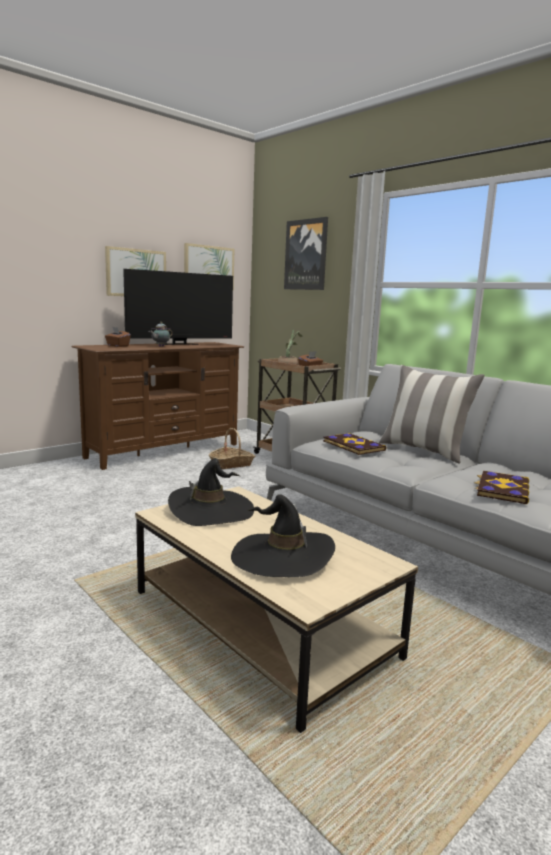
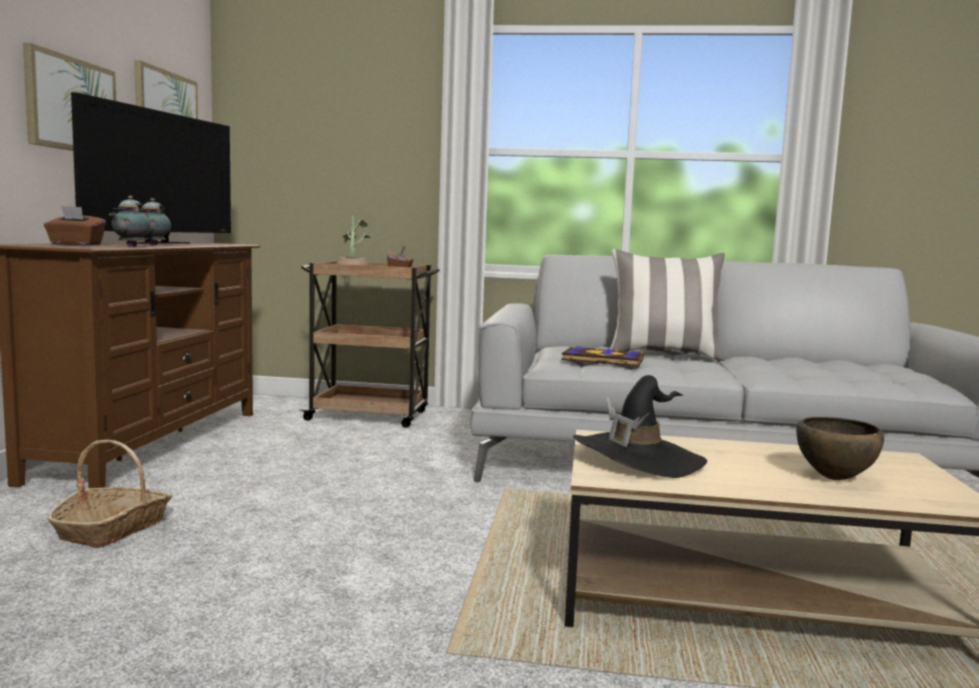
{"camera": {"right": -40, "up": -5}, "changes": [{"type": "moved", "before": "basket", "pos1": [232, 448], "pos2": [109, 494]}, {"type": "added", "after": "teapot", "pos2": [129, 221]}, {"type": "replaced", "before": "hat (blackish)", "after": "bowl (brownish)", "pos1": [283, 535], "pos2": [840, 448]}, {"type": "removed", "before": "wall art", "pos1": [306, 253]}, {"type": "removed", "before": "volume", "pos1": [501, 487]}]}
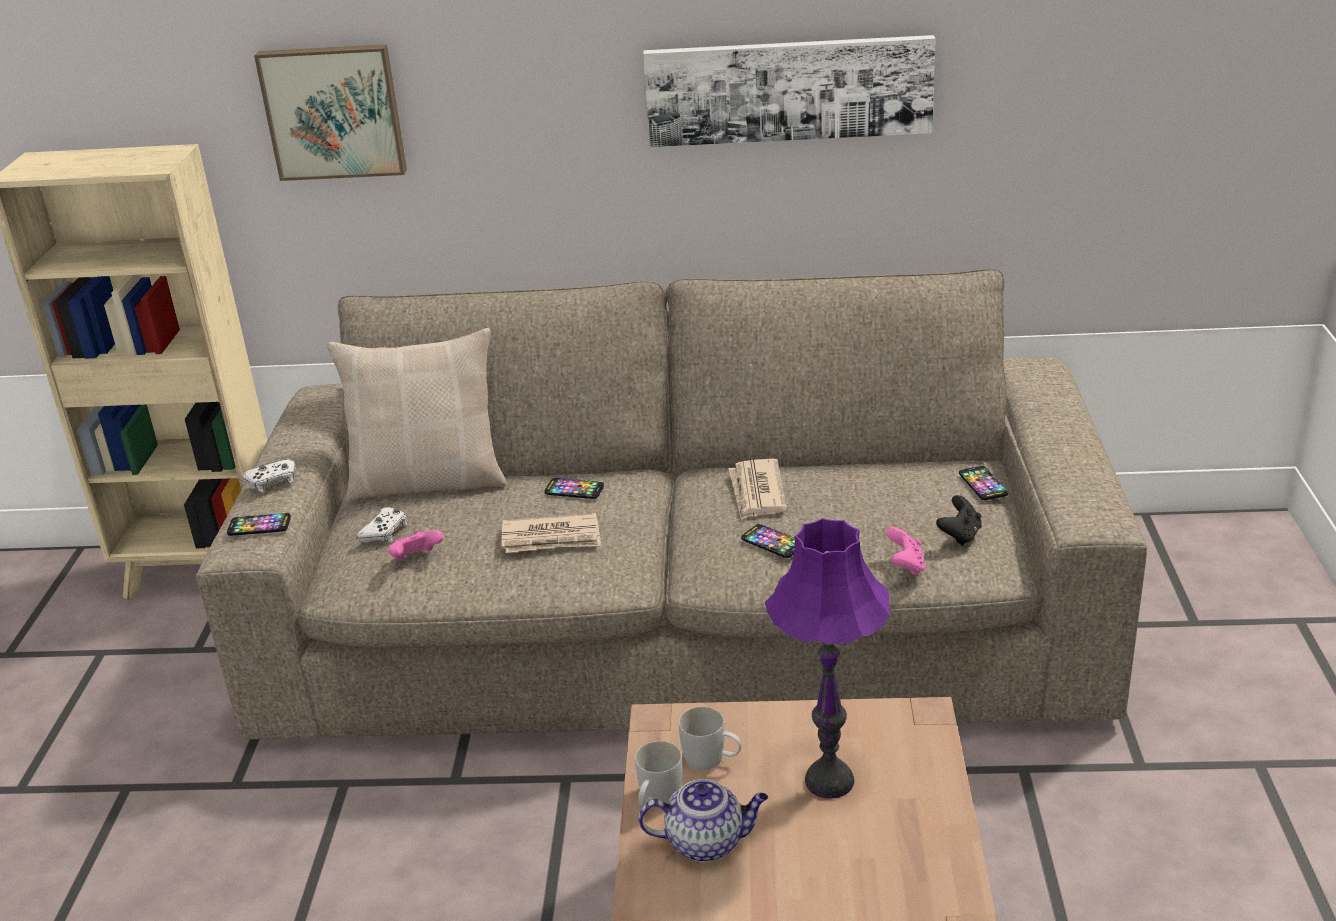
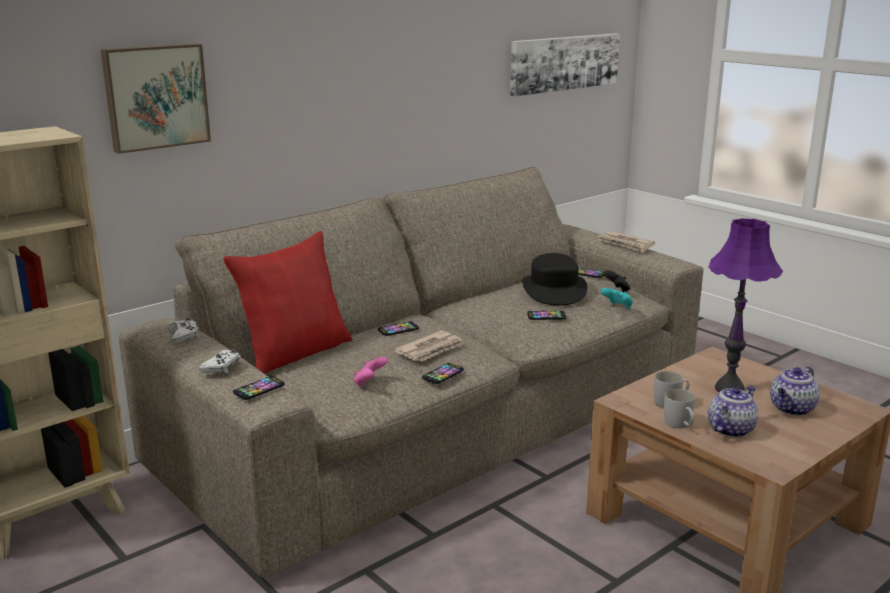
{"camera": {"right": -45, "up": -10}, "changes": [{"type": "moved", "before": "gamepad (white-coloured)", "pos1": [382, 524], "pos2": [183, 330]}, {"type": "recoloured", "before": "cushion (sand-coloured)", "after": "cushion (red-coloured)", "pos1": [416, 414], "pos2": [287, 302]}, {"type": "added", "after": "telephone", "pos2": [443, 373]}, {"type": "moved", "before": "wall art", "pos1": [789, 91], "pos2": [565, 64]}, {"type": "added", "after": "hat (blackish)", "pos2": [555, 279]}, {"type": "moved", "before": "newspaper", "pos1": [757, 489], "pos2": [626, 241]}, {"type": "recoloured", "before": "gamepad (pinkish)", "after": "gamepad (blue-green)", "pos1": [906, 551], "pos2": [616, 298]}, {"type": "added", "after": "teapot", "pos2": [795, 391]}]}
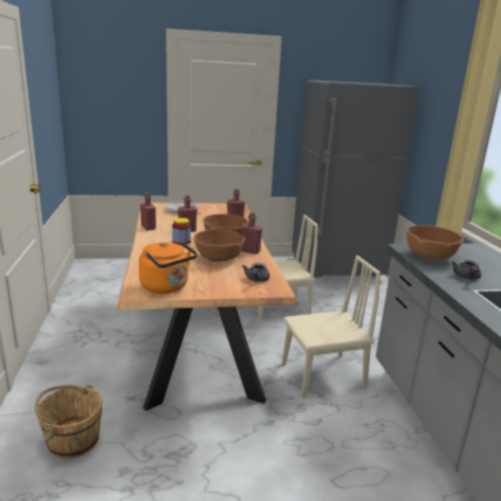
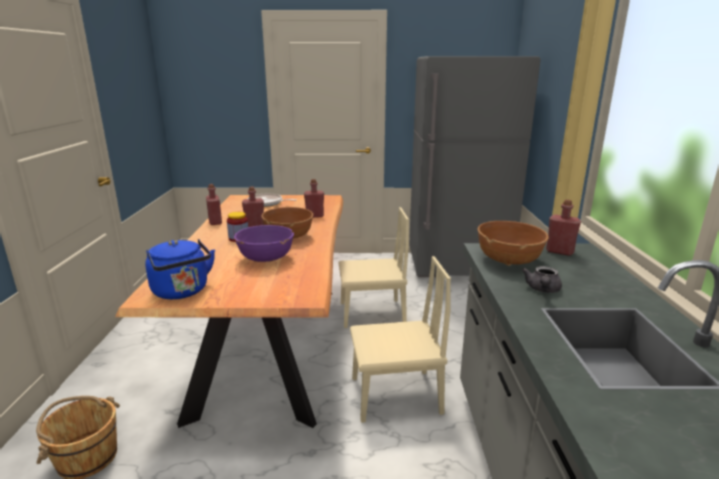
{"camera": {"right": 10, "up": 0}, "changes": [{"type": "recoloured", "before": "kettle (orangey)", "after": "kettle (blue)", "pos1": [168, 267], "pos2": [180, 269]}, {"type": "recoloured", "before": "bowl (brownish)", "after": "bowl (purple)", "pos1": [219, 246], "pos2": [264, 243]}, {"type": "moved", "before": "bottle (red-coloured)", "pos1": [251, 233], "pos2": [563, 227]}, {"type": "removed", "before": "teapot (greyish)", "pos1": [256, 272]}]}
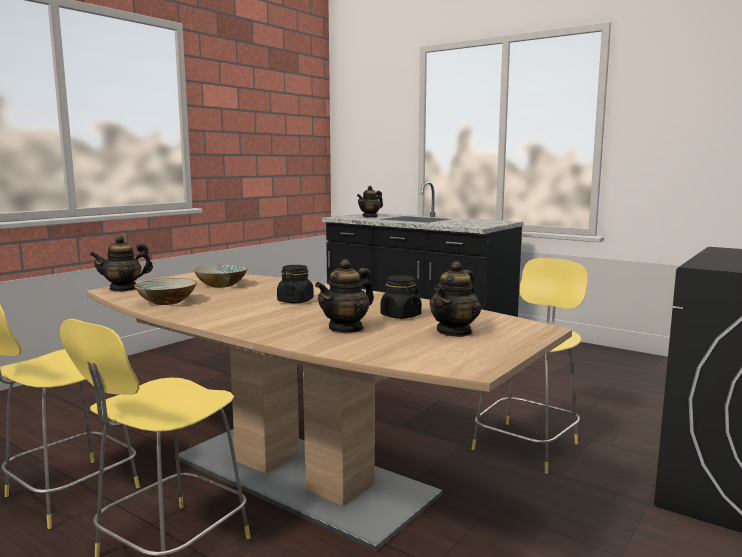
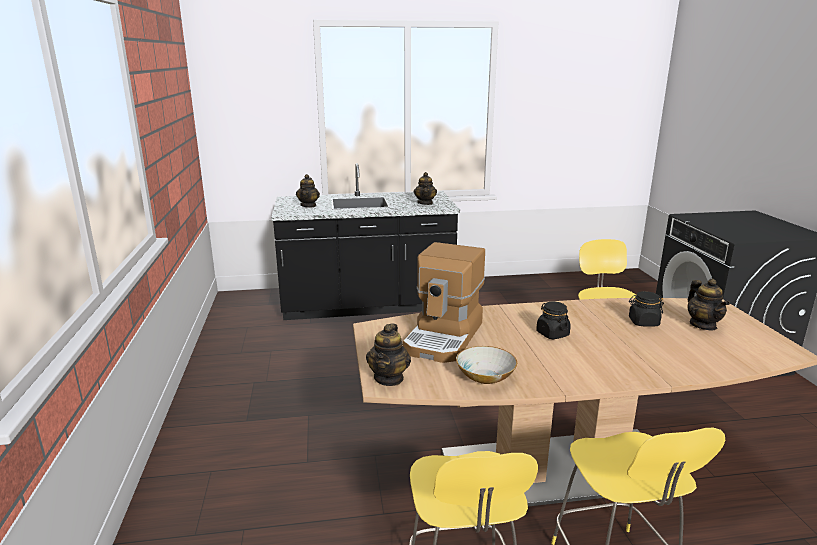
{"camera": {"right": -45, "up": 10}, "changes": [{"type": "replaced", "before": "bowl", "after": "coffee maker", "pos1": [221, 276], "pos2": [444, 302]}, {"type": "moved", "before": "teapot", "pos1": [344, 296], "pos2": [425, 188]}]}
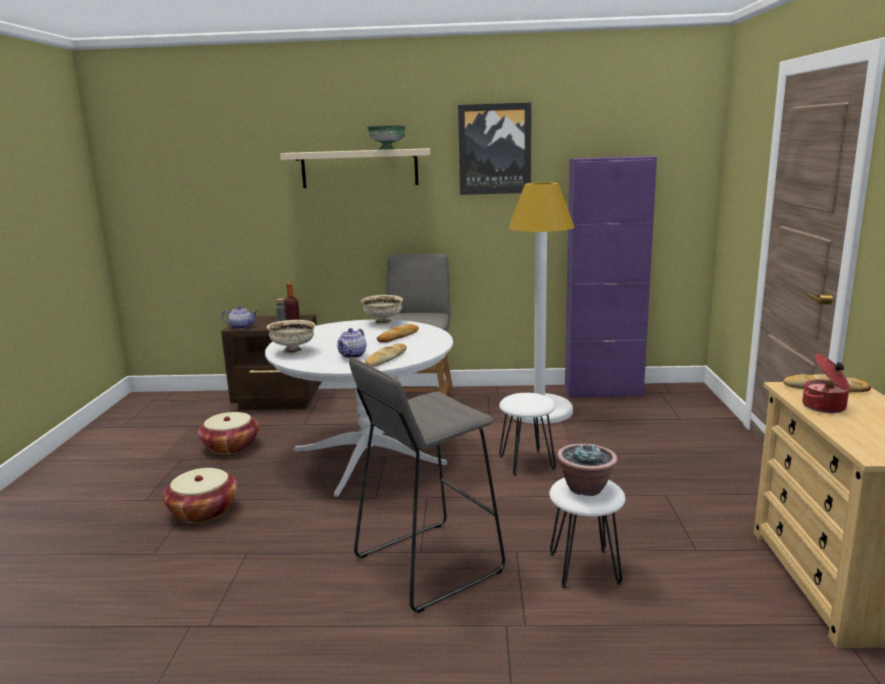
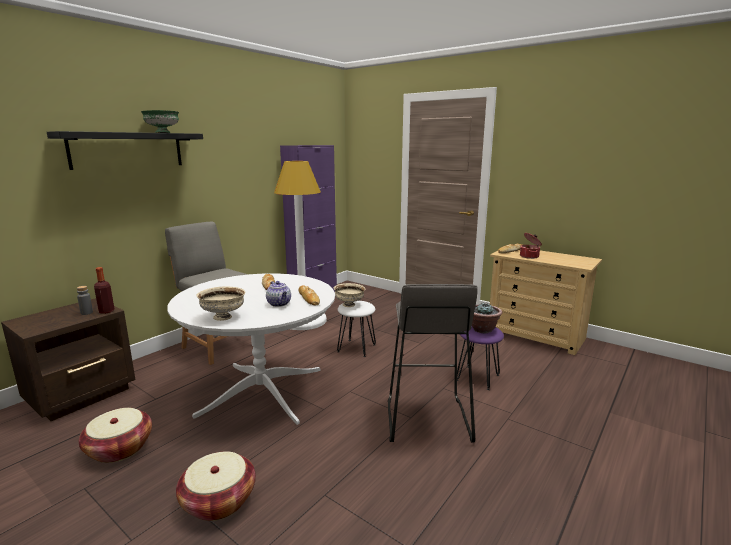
{"camera": {"right": -55, "up": 0}, "changes": [{"type": "recoloured", "before": "shelf (sand-coloured)", "after": "shelf (blackish)", "pos1": [355, 168], "pos2": [125, 150]}, {"type": "moved", "before": "bowl (sand-coloured)", "pos1": [382, 310], "pos2": [349, 295]}, {"type": "recoloured", "before": "stool (white-coloured)", "after": "stool (purple)", "pos1": [587, 533], "pos2": [480, 358]}, {"type": "removed", "before": "teapot", "pos1": [240, 317]}, {"type": "removed", "before": "wall art", "pos1": [494, 148]}]}
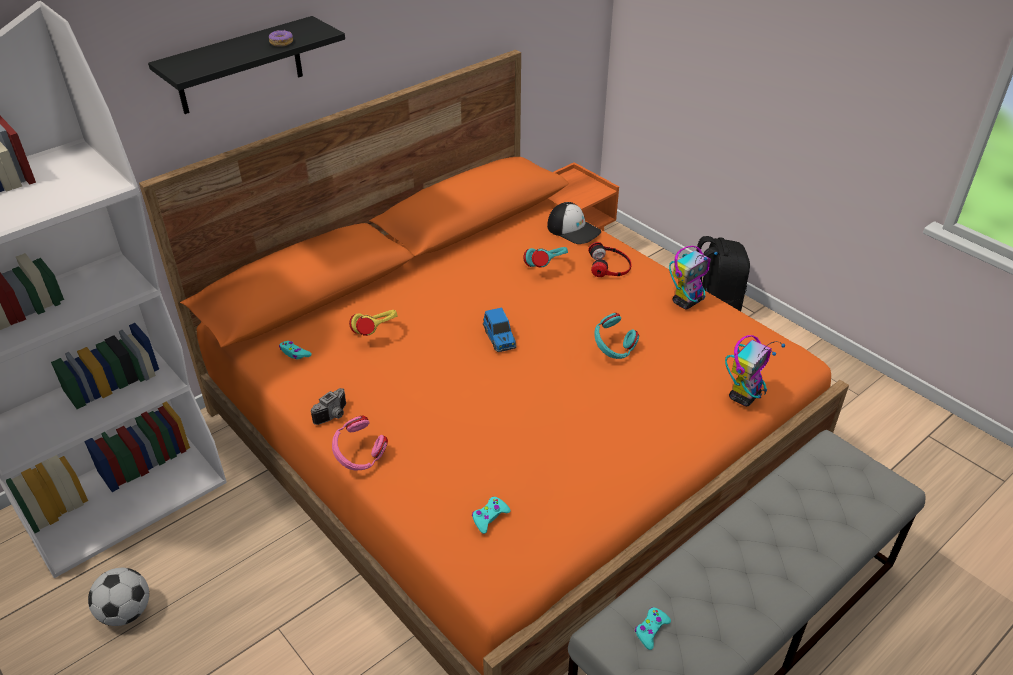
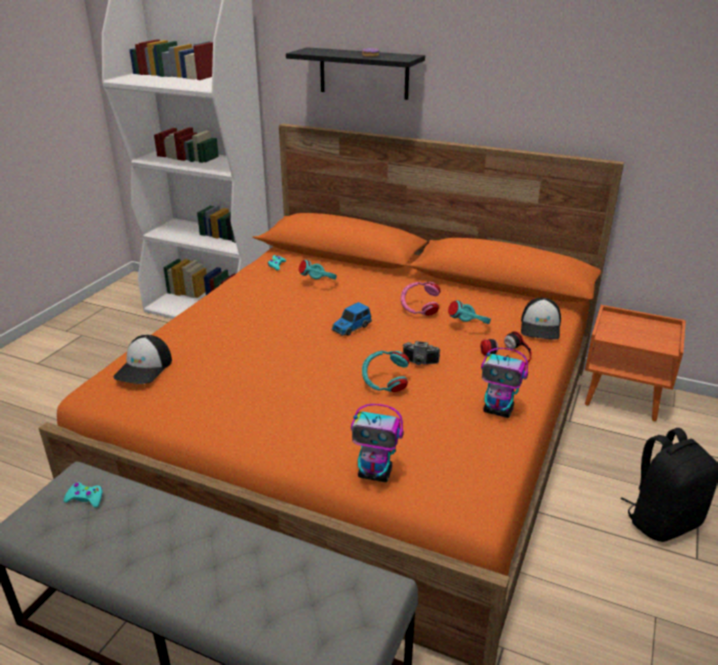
{"camera": {"right": 65, "up": -10}, "changes": [{"type": "replaced", "before": "gamepad (blue-green)", "after": "baseball cap", "pos1": [491, 515], "pos2": [143, 359]}, {"type": "recoloured", "before": "headset (yellow-coloured)", "after": "headset (blue-green)", "pos1": [373, 323], "pos2": [318, 269]}, {"type": "moved", "before": "headset (pinkish)", "pos1": [360, 443], "pos2": [420, 299]}, {"type": "moved", "before": "still camera", "pos1": [328, 406], "pos2": [421, 353]}, {"type": "removed", "before": "ball for football", "pos1": [118, 597]}]}
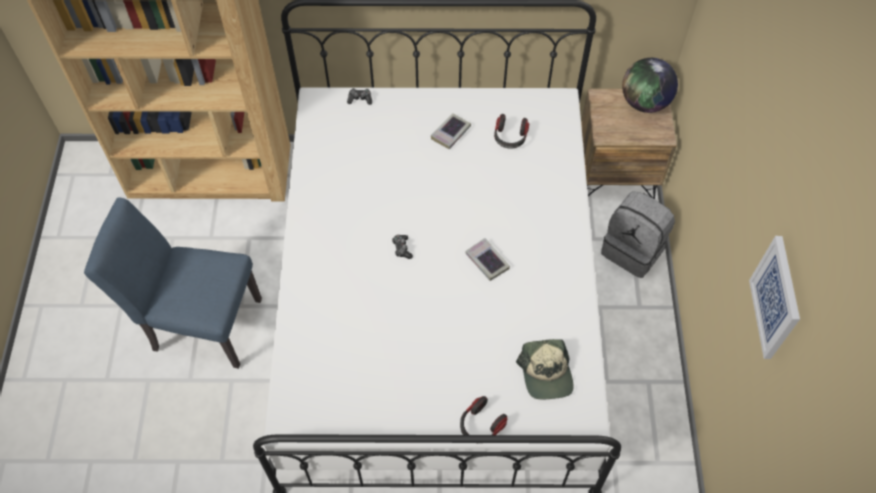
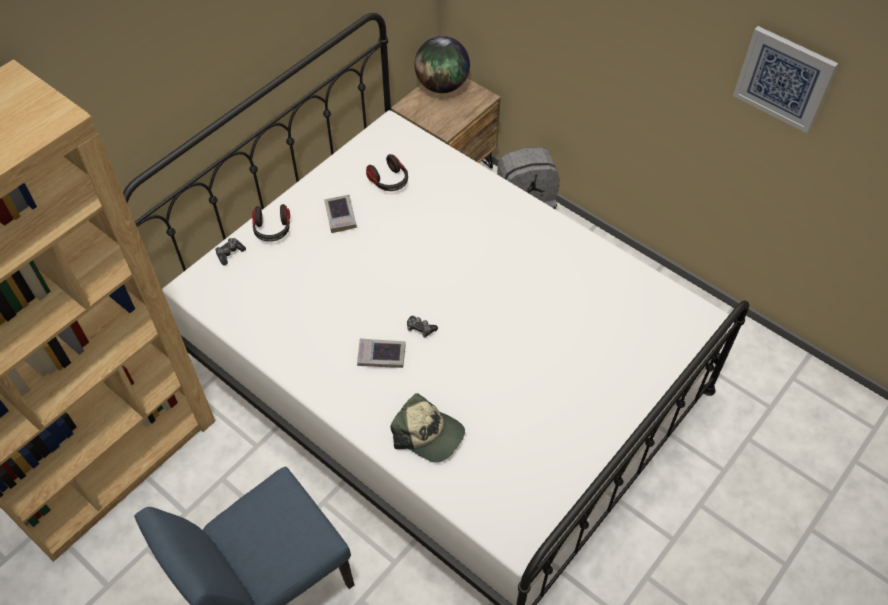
{"camera": {"right": -50, "up": -5}, "changes": [{"type": "moved", "before": "headset", "pos1": [483, 415], "pos2": [271, 223]}, {"type": "moved", "before": "volume", "pos1": [487, 259], "pos2": [381, 353]}, {"type": "moved", "before": "baseball cap", "pos1": [545, 369], "pos2": [428, 428]}]}
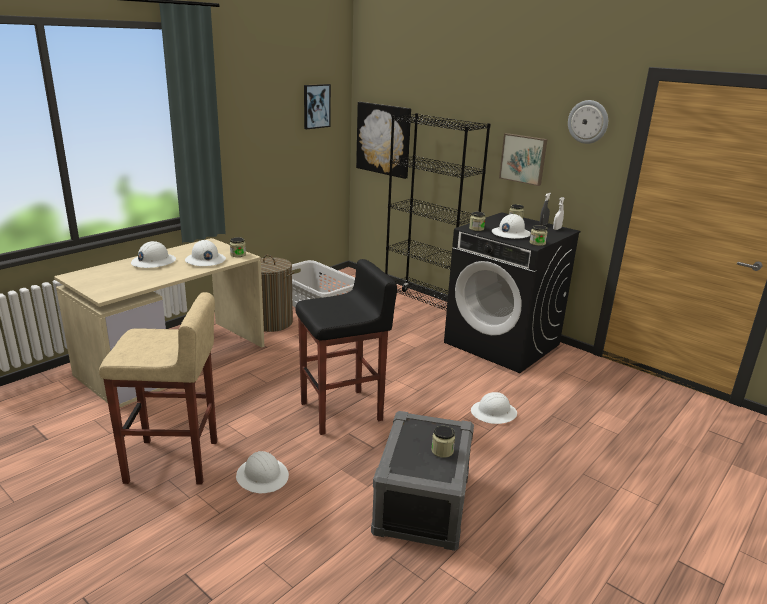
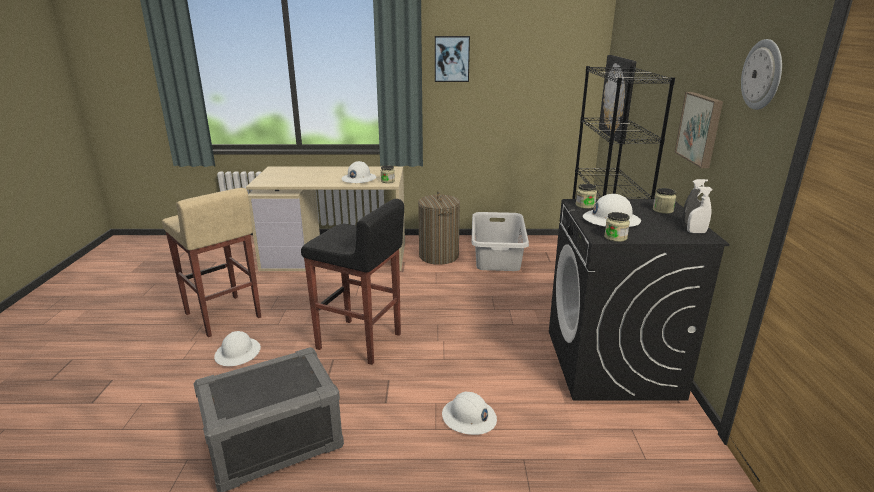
{"camera": {"right": 50, "up": 0}, "changes": [{"type": "moved", "before": "wall art", "pos1": [317, 106], "pos2": [452, 59]}, {"type": "removed", "before": "safety helmet (white-coloured)", "pos1": [153, 254]}, {"type": "removed", "before": "jar", "pos1": [443, 442]}]}
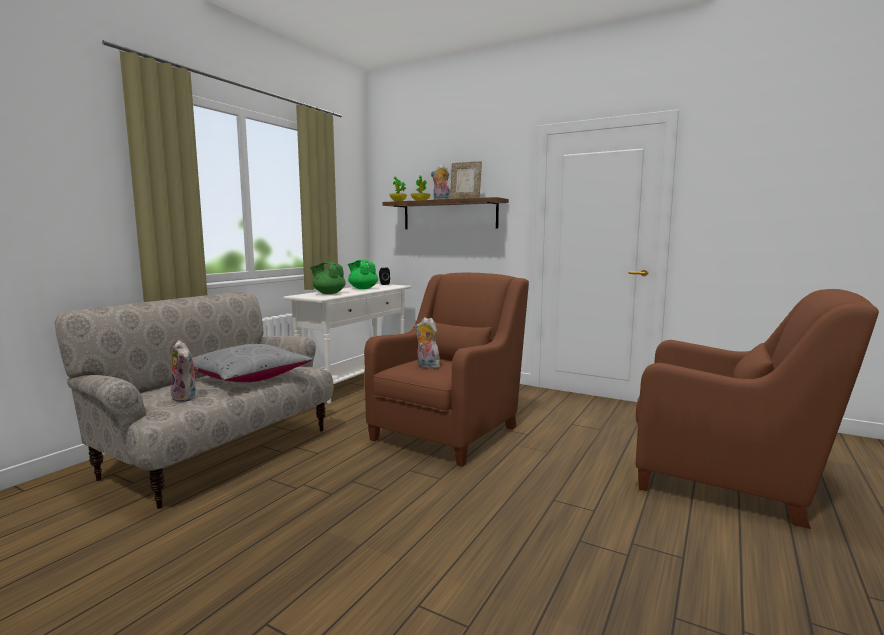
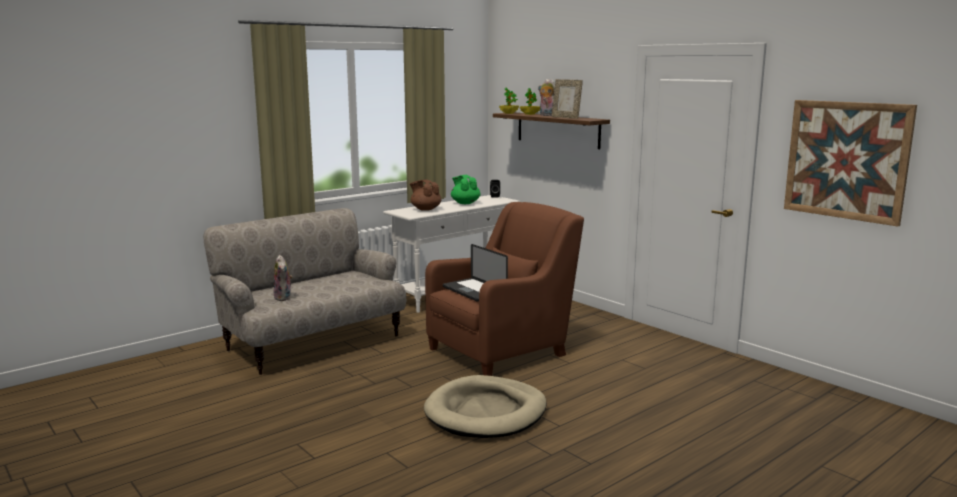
{"camera": {"right": 20, "up": 5}, "changes": [{"type": "recoloured", "before": "teapot (greenish)", "after": "teapot (brownish)", "pos1": [328, 278], "pos2": [425, 195]}, {"type": "added", "after": "dog bed (sand-coloured)", "pos2": [485, 406]}, {"type": "replaced", "before": "plush toy", "after": "laptop", "pos1": [427, 343], "pos2": [475, 273]}, {"type": "added", "after": "wall art", "pos2": [850, 163]}, {"type": "removed", "before": "cushion (greyish)", "pos1": [252, 363]}, {"type": "removed", "before": "lounge chair (brownish)", "pos1": [757, 409]}]}
